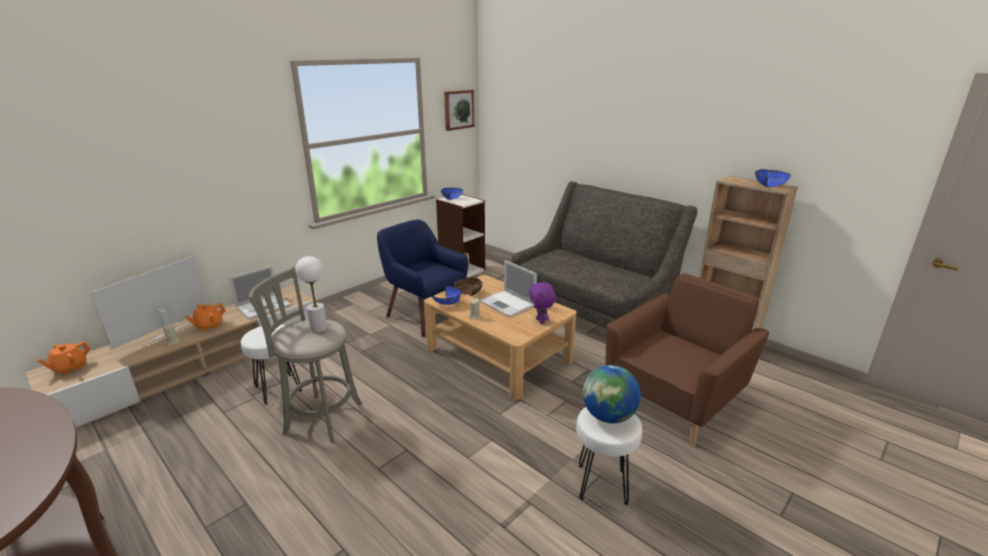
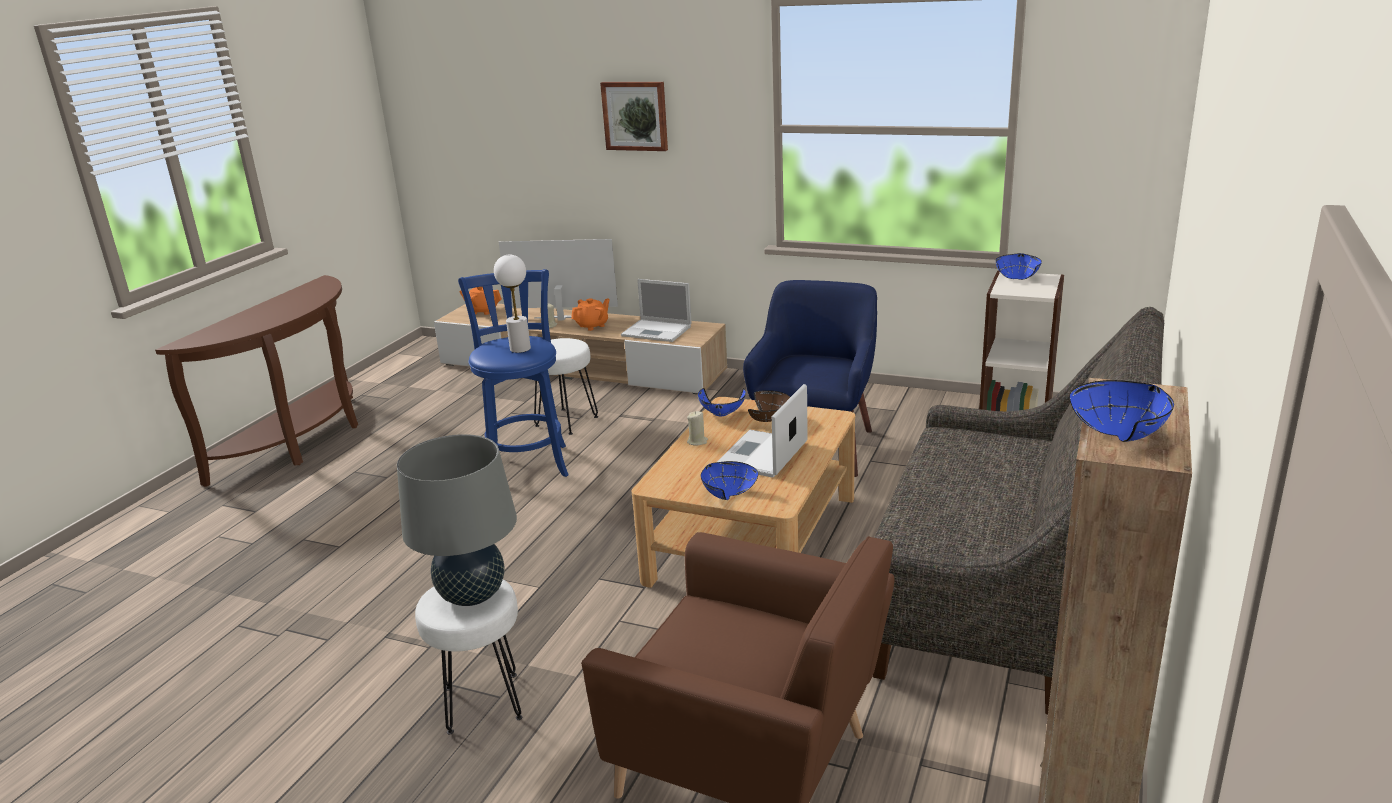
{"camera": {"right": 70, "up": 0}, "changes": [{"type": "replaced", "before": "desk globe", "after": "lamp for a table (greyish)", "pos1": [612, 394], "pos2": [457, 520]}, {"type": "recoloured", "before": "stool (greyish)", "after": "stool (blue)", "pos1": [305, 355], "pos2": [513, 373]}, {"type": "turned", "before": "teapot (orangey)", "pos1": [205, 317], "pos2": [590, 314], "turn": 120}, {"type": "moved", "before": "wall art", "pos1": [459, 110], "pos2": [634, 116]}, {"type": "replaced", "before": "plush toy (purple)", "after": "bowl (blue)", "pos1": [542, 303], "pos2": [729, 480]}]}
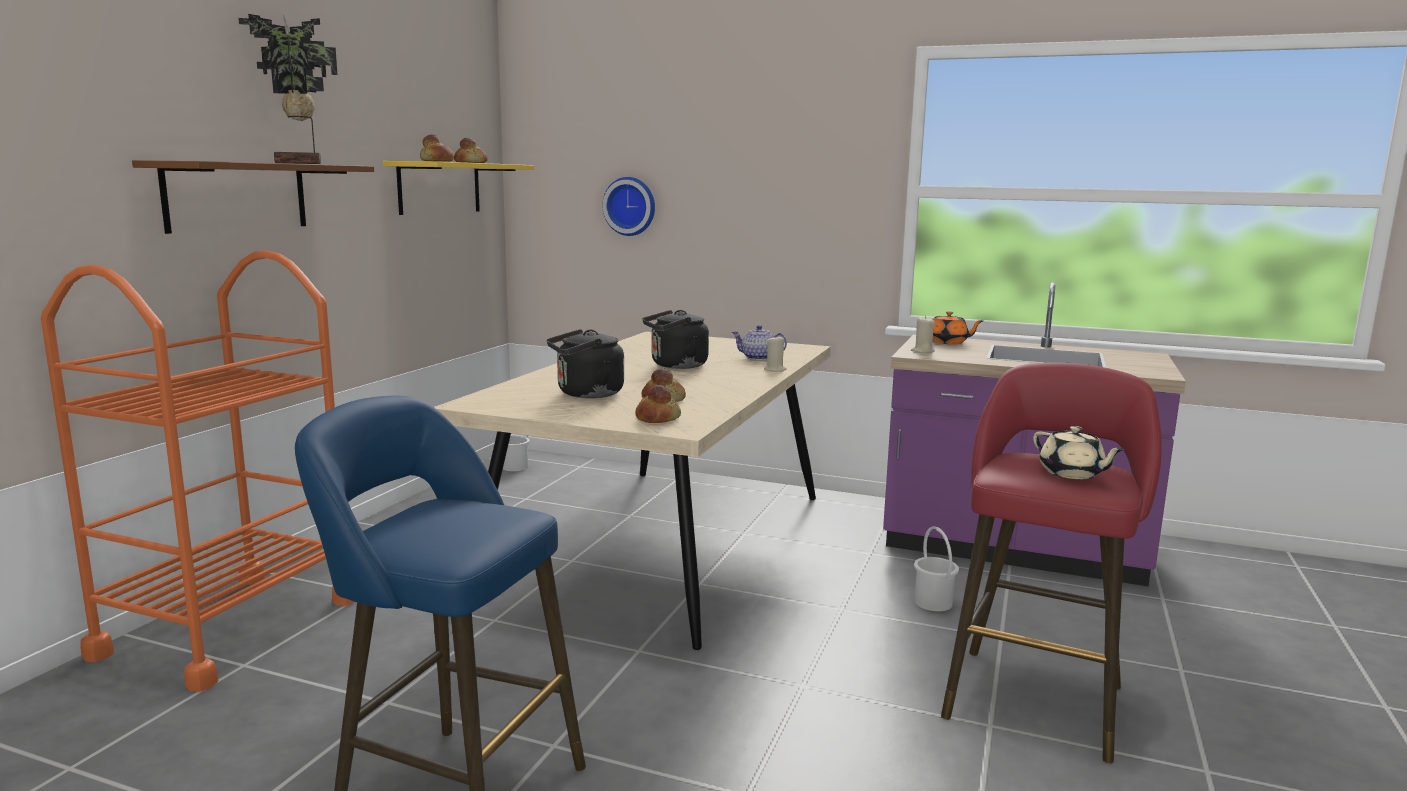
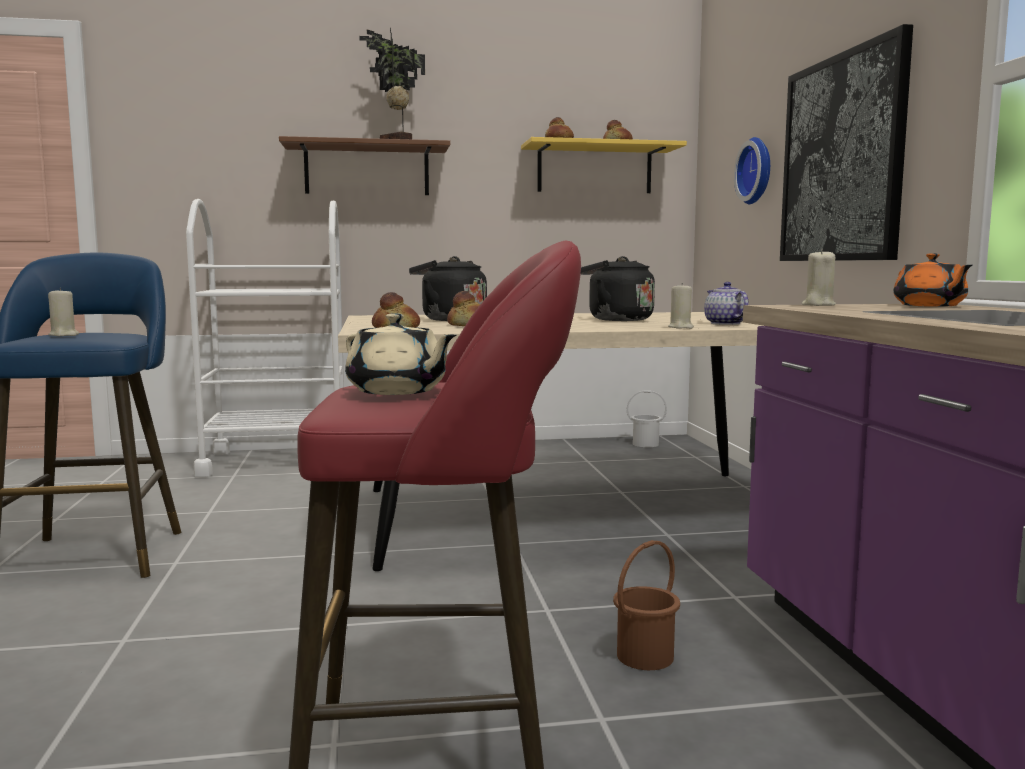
{"camera": {"right": 60, "up": -5}, "changes": [{"type": "added", "after": "wax candle (sand-coloured)", "pos2": [63, 312]}, {"type": "recoloured", "before": "cart (orangey)", "after": "cart (white-coloured)", "pos1": [198, 471], "pos2": [265, 338]}, {"type": "turned", "before": "teapot (sand-coloured)", "pos1": [1078, 452], "pos2": [401, 354], "turn": -75}, {"type": "recoloured", "before": "pail (white-coloured)", "after": "pail (brownish)", "pos1": [936, 568], "pos2": [646, 605]}, {"type": "added", "after": "wall art", "pos2": [846, 142]}]}
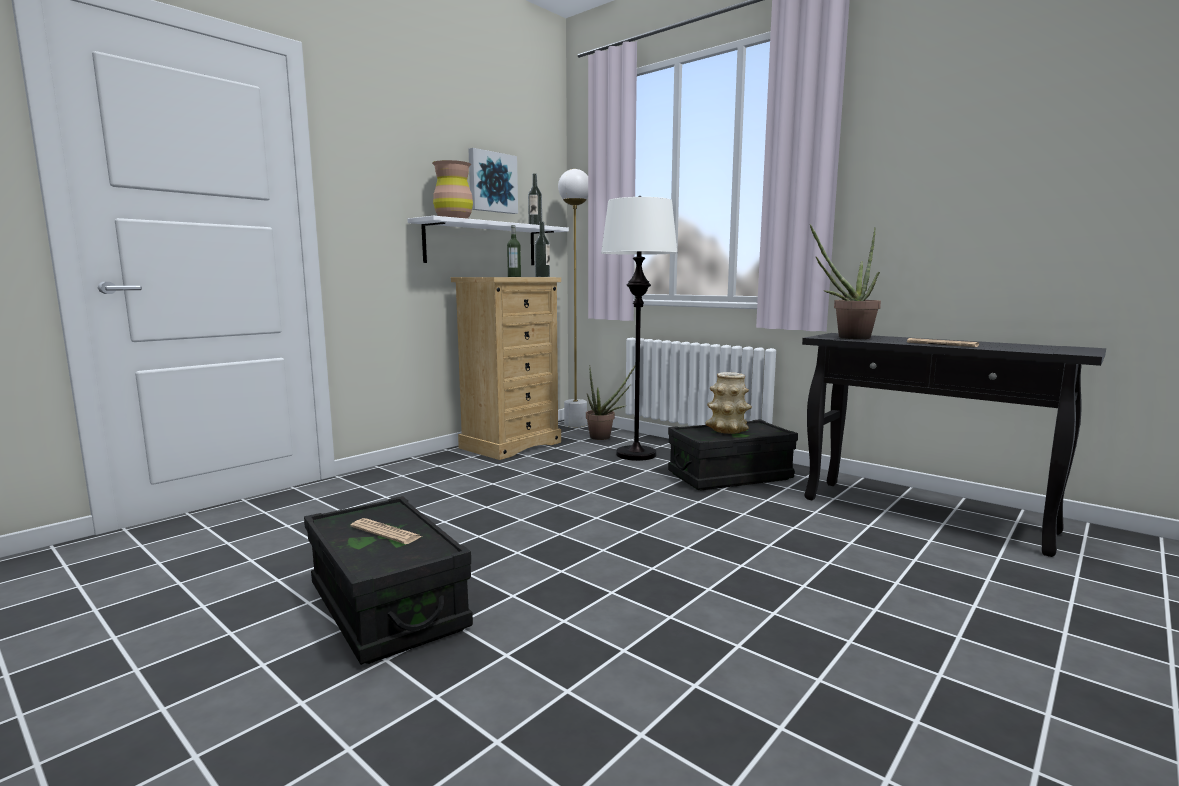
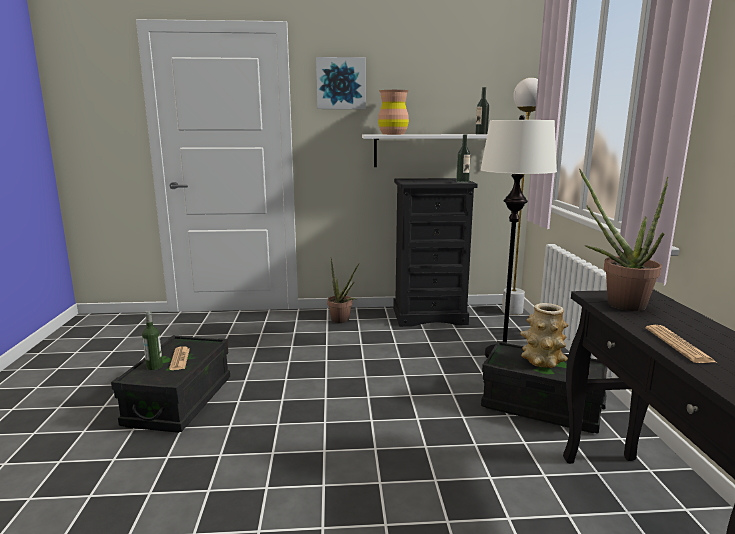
{"camera": {"right": 45, "up": 5}, "changes": [{"type": "moved", "before": "bottle", "pos1": [514, 251], "pos2": [152, 340]}, {"type": "moved", "before": "wall art", "pos1": [493, 181], "pos2": [341, 83]}, {"type": "moved", "before": "plant in a pot", "pos1": [610, 403], "pos2": [343, 291]}, {"type": "recoloured", "before": "chest of drawers (sand-coloured)", "after": "chest of drawers (blackish)", "pos1": [506, 368], "pos2": [435, 252]}]}
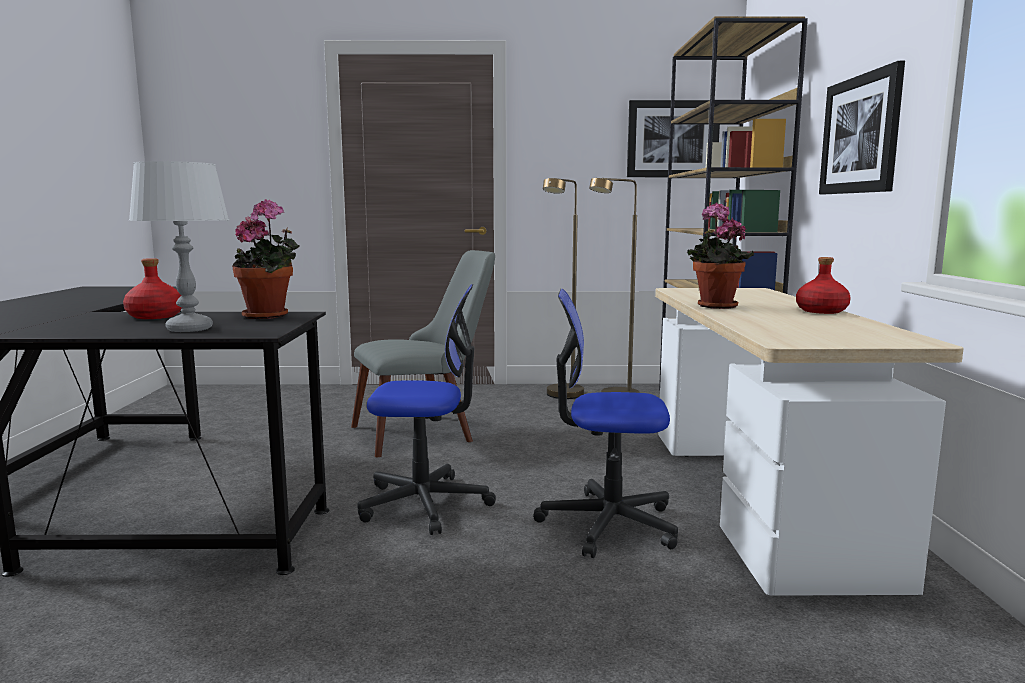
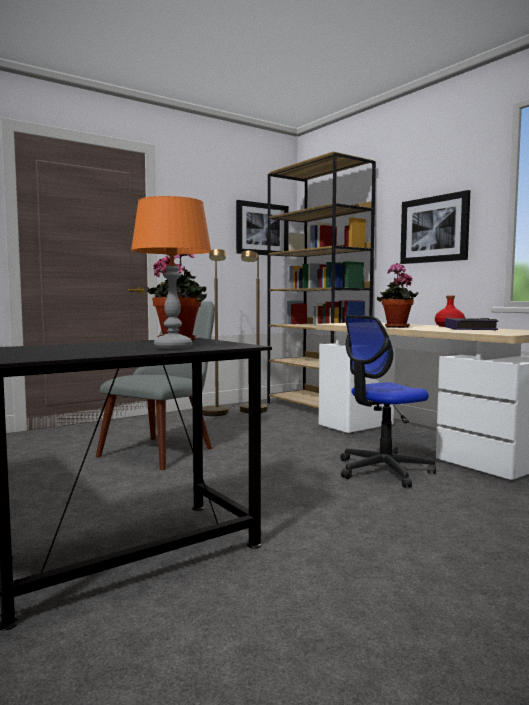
{"camera": {"right": -35, "up": -5}, "changes": [{"type": "recoloured", "before": "lamp for a table (greyish)", "after": "lamp for a table (orangey)", "pos1": [179, 246], "pos2": [171, 272]}, {"type": "added", "after": "volume", "pos2": [471, 324]}, {"type": "removed", "before": "bottle (red-coloured)", "pos1": [152, 288]}, {"type": "removed", "before": "office chair", "pos1": [426, 409]}]}
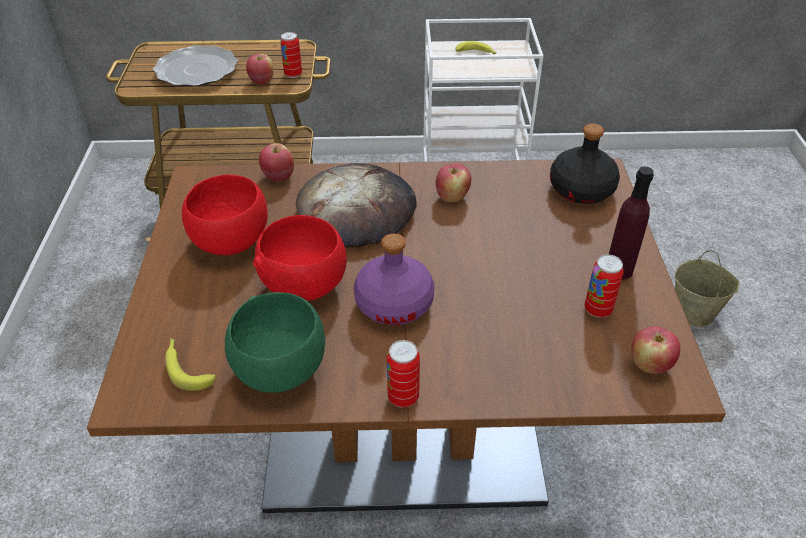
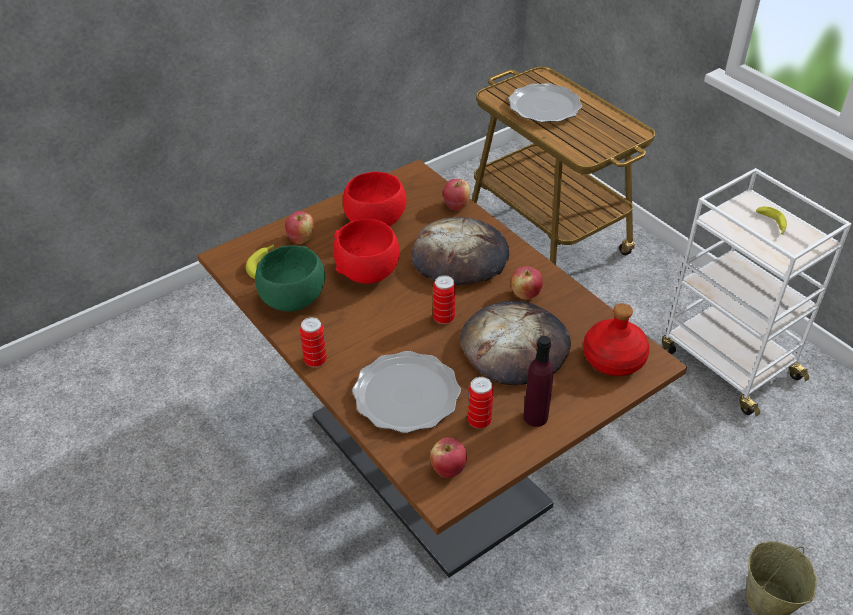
{"camera": {"right": 55, "up": 0}, "changes": [{"type": "moved", "before": "whole apple", "pos1": [259, 69], "pos2": [299, 227]}, {"type": "added", "after": "dinner plate", "pos2": [406, 392]}, {"type": "moved", "before": "metal can", "pos1": [291, 55], "pos2": [444, 299]}, {"type": "added", "after": "bakery bread", "pos2": [515, 343]}, {"type": "recoloured", "before": "bottle (blackish)", "after": "bottle (red-coloured)", "pos1": [585, 163], "pos2": [616, 339]}, {"type": "removed", "before": "bottle (purple)", "pos1": [394, 279]}]}
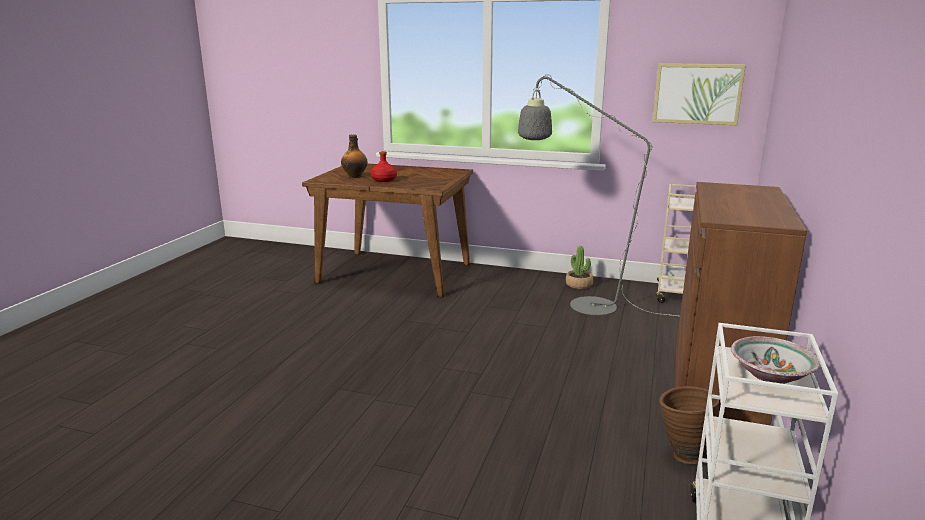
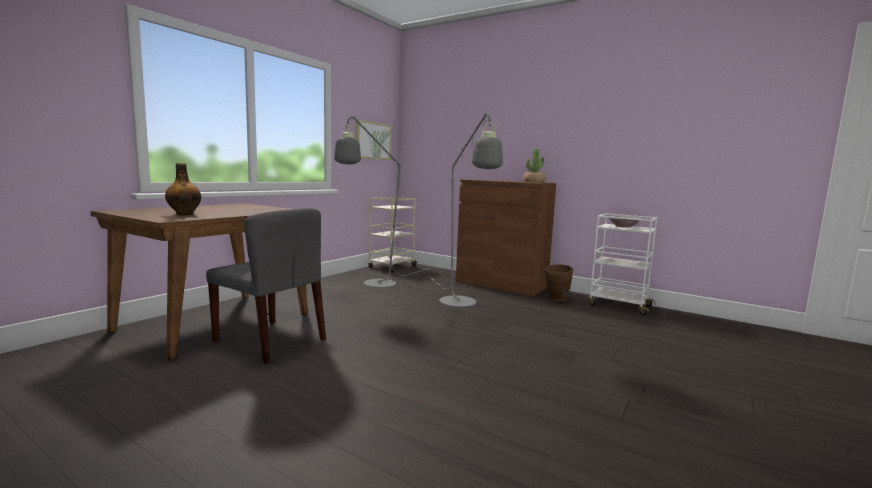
{"camera": {"right": -75, "up": -10}, "changes": [{"type": "added", "after": "upright chair (greyish)", "pos2": [266, 286]}, {"type": "added", "after": "floor lamp (greyish)", "pos2": [466, 209]}, {"type": "moved", "before": "plant in a pot", "pos1": [579, 267], "pos2": [535, 166]}, {"type": "removed", "before": "bottle (red-coloured)", "pos1": [383, 166]}]}
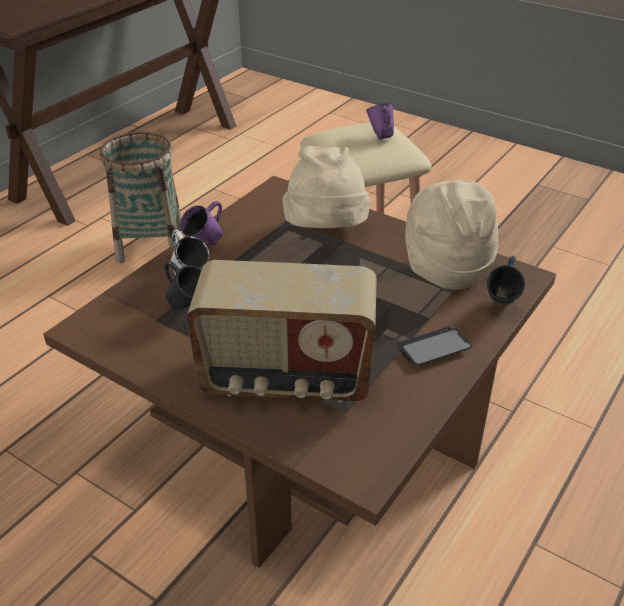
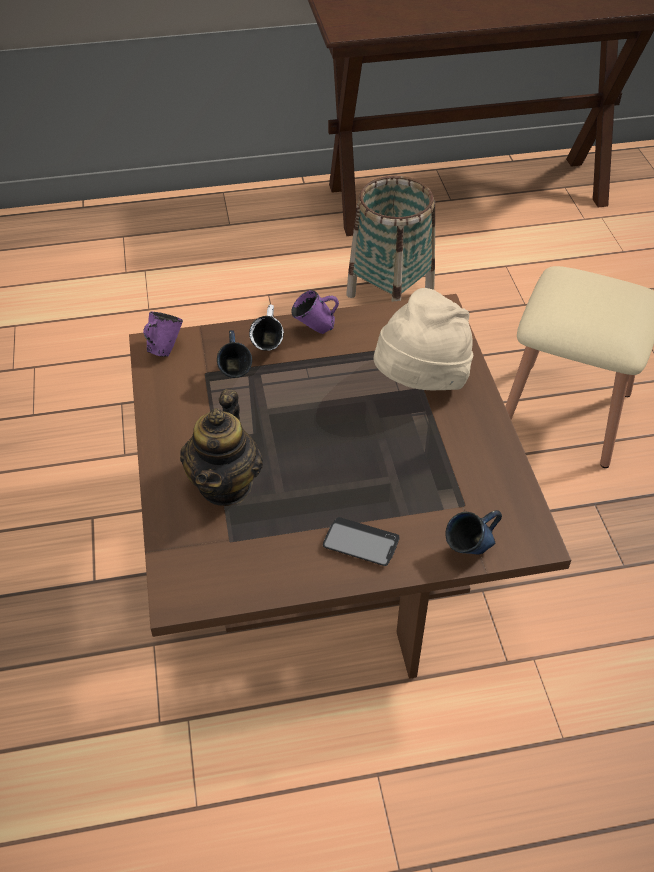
{"camera": {"right": 45, "up": 10}, "changes": [{"type": "moved", "before": "tea mug (purple)", "pos1": [380, 121], "pos2": [163, 334]}, {"type": "replaced", "before": "radio receiver", "after": "teapot", "pos1": [282, 331], "pos2": [221, 447]}, {"type": "removed", "before": "hat (sand-coloured)", "pos1": [451, 234]}]}
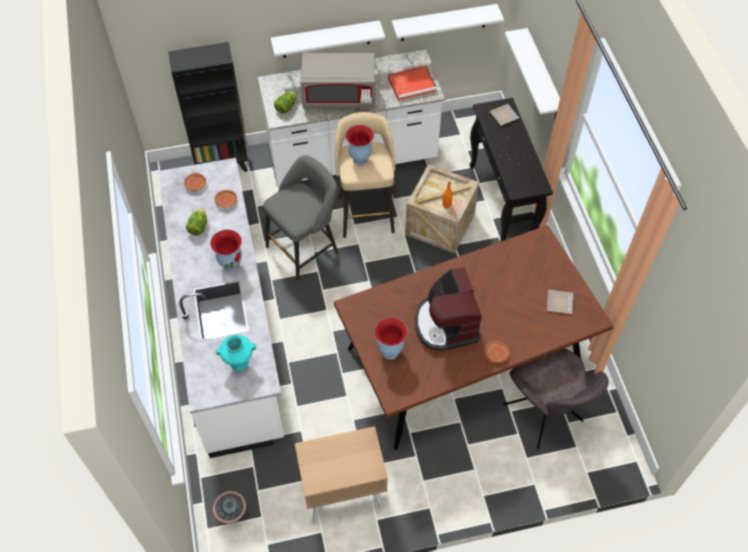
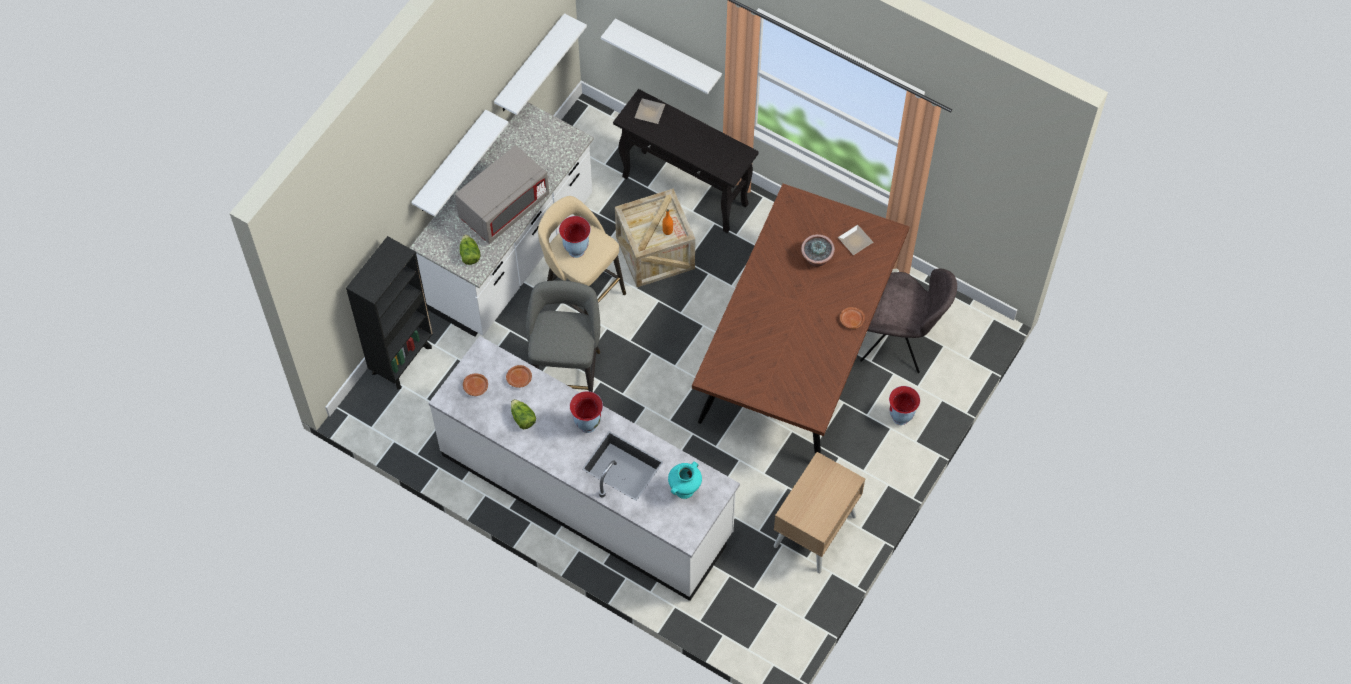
{"camera": {"right": -45, "up": 5}, "changes": [{"type": "moved", "before": "plant in a pot", "pos1": [229, 507], "pos2": [818, 250]}, {"type": "moved", "before": "flower vase", "pos1": [391, 338], "pos2": [904, 405]}, {"type": "removed", "before": "tray (red-coloured)", "pos1": [412, 83]}, {"type": "removed", "before": "coffee maker", "pos1": [448, 309]}]}
